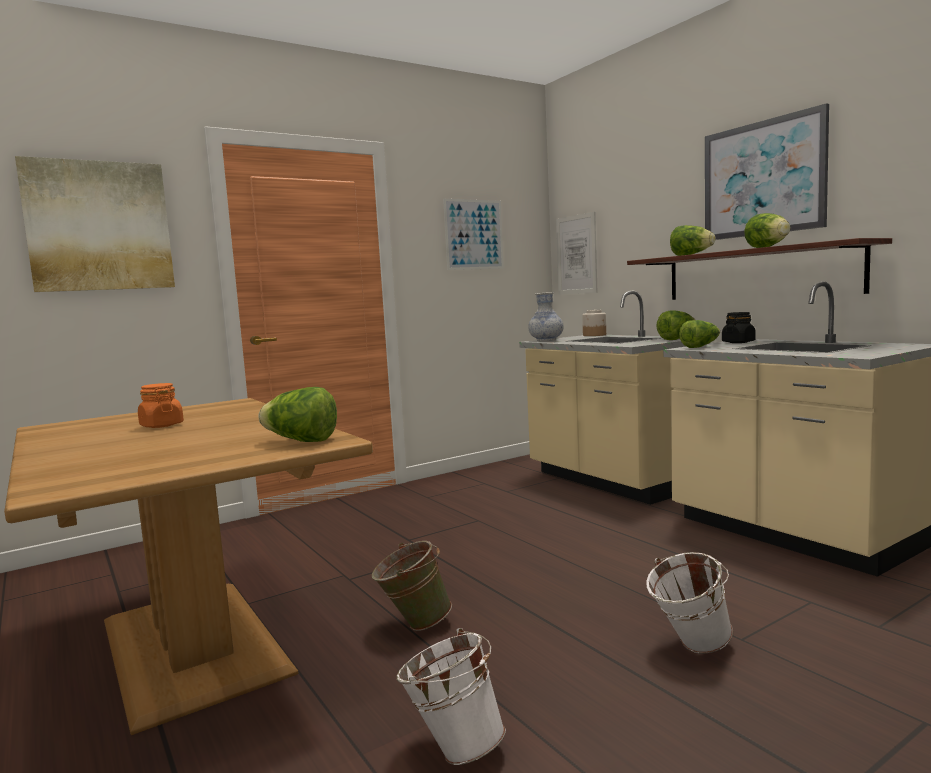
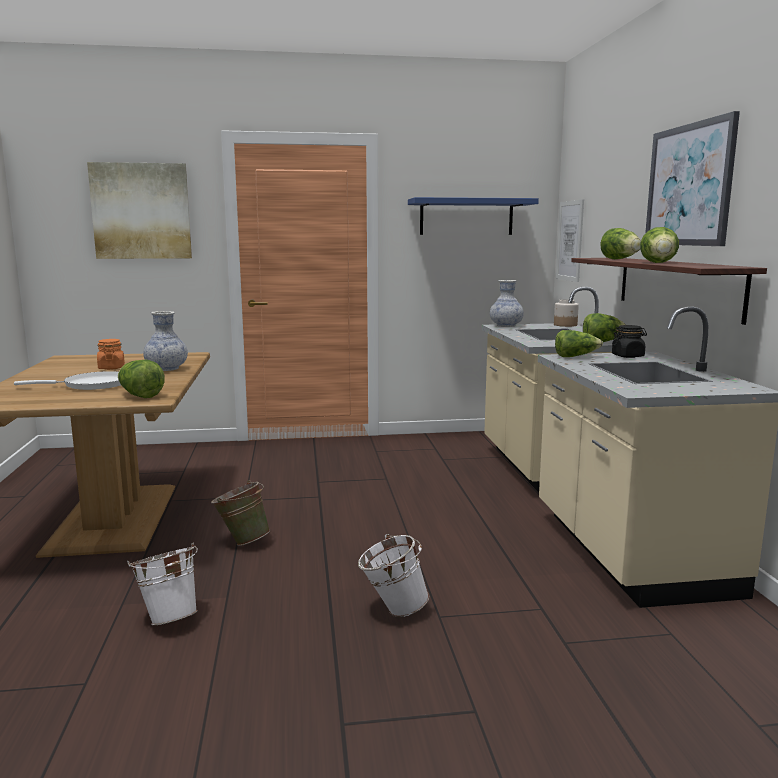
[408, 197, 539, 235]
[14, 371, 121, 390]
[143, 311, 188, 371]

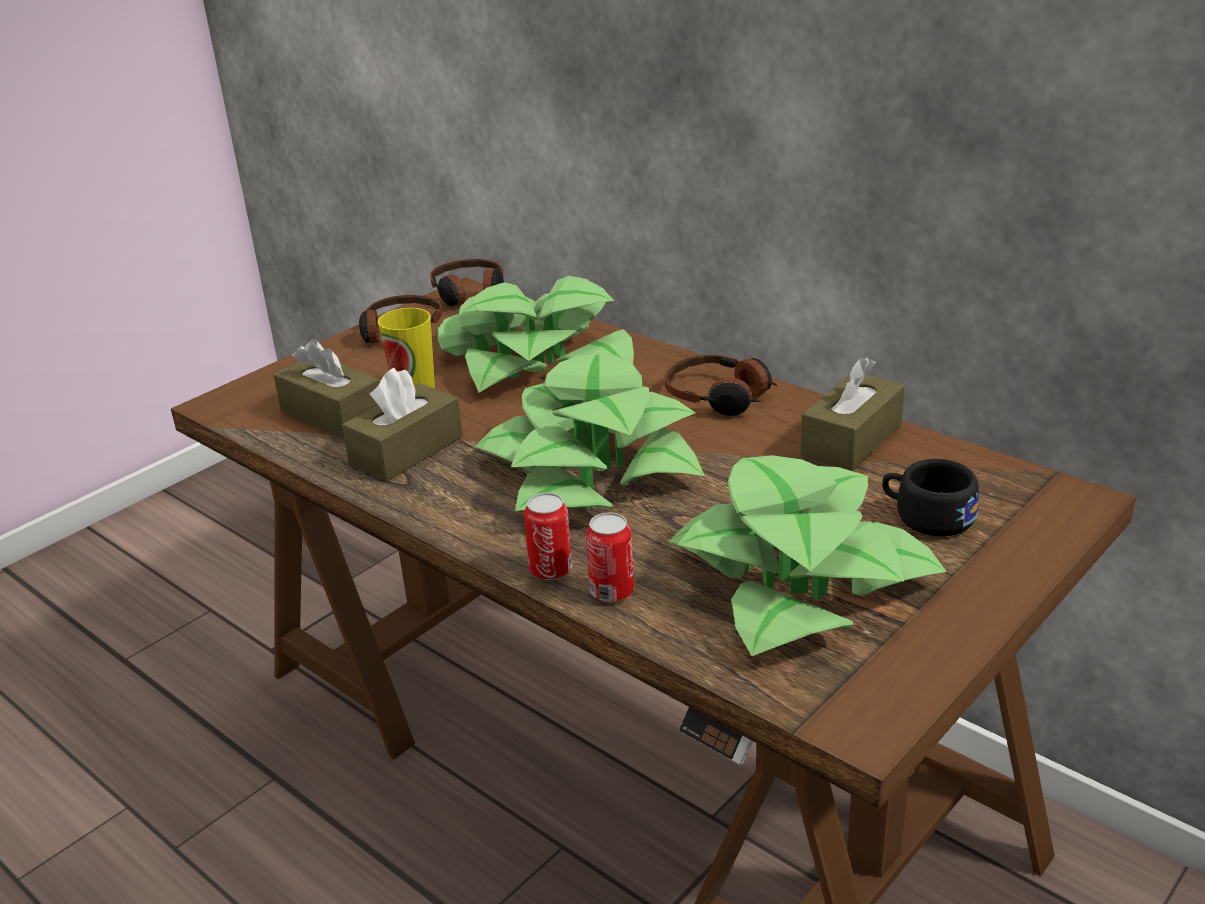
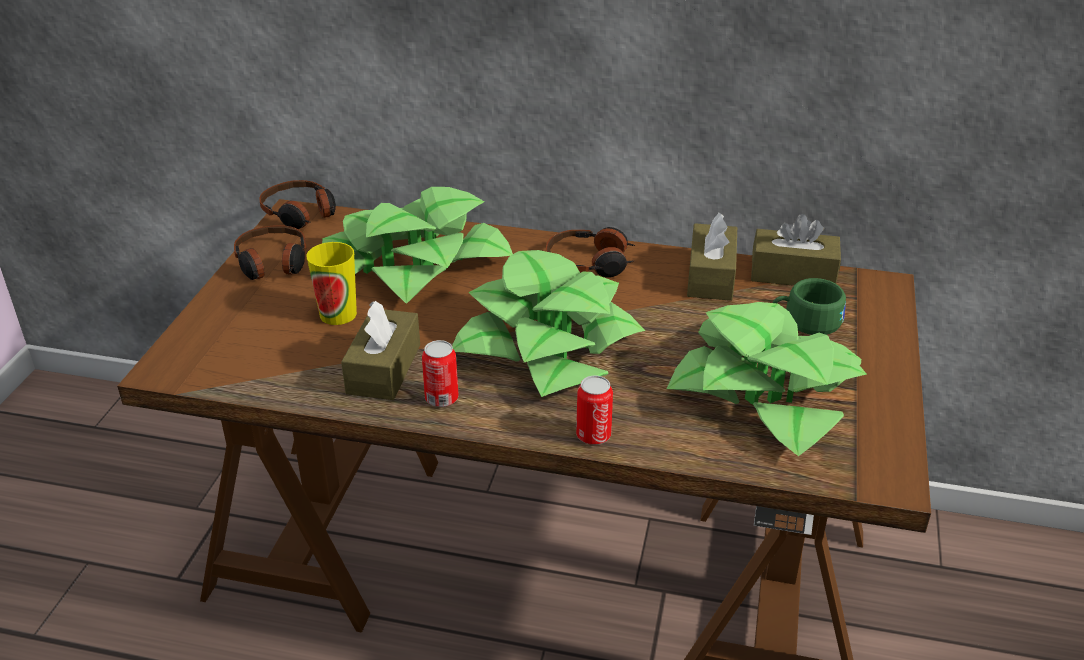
[751, 214, 841, 286]
[422, 340, 459, 407]
[773, 278, 846, 335]

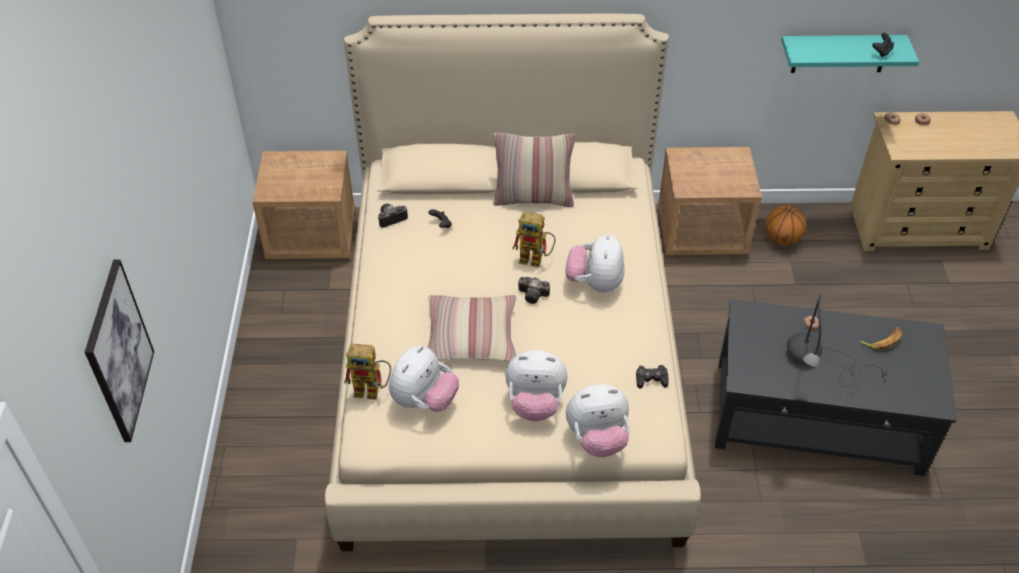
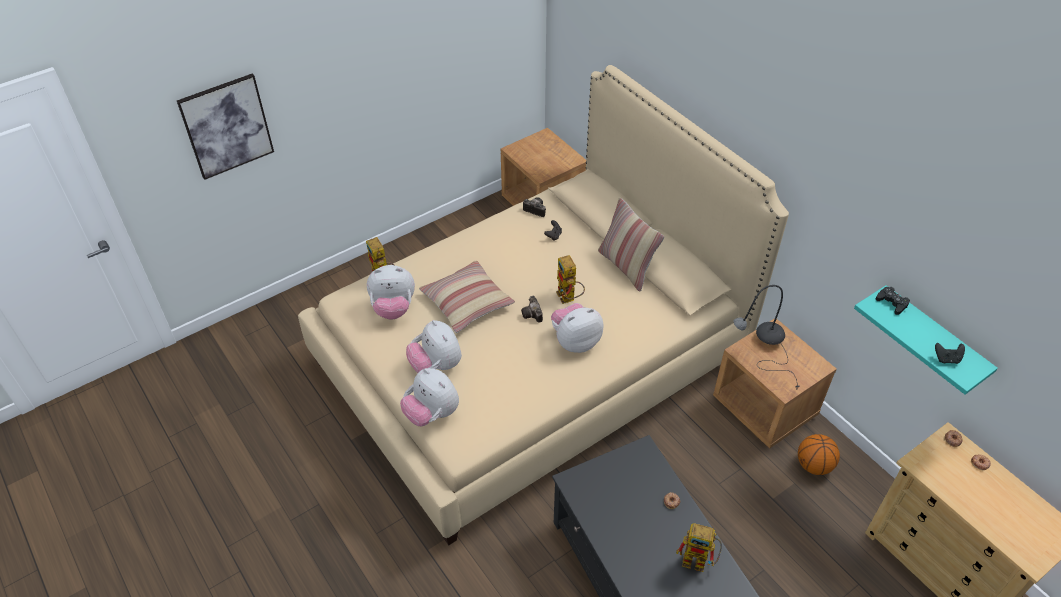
[876, 287, 910, 315]
[734, 285, 800, 390]
[676, 523, 722, 572]

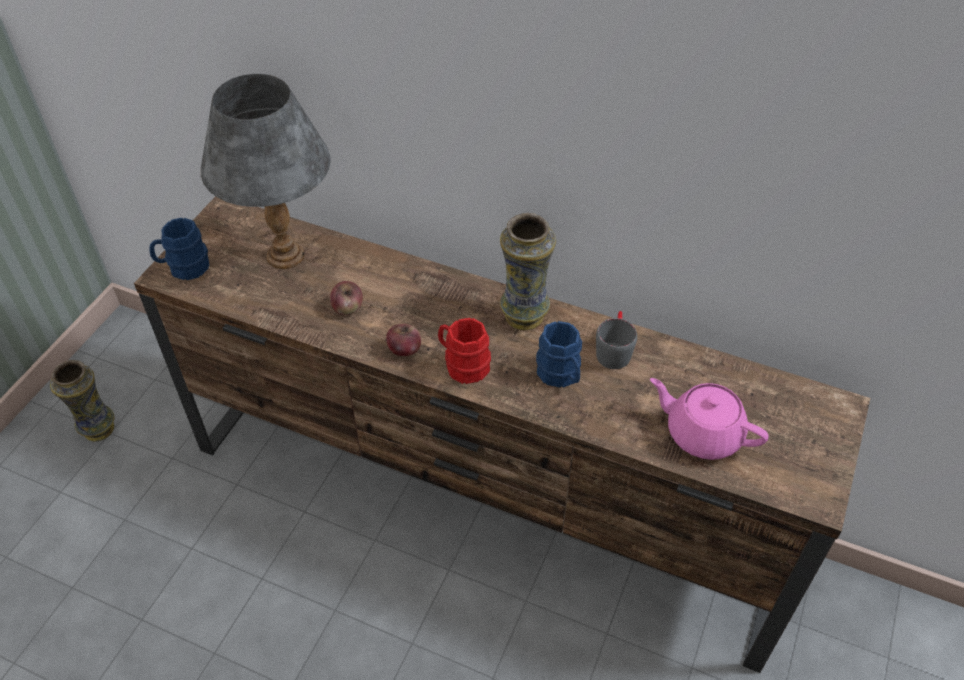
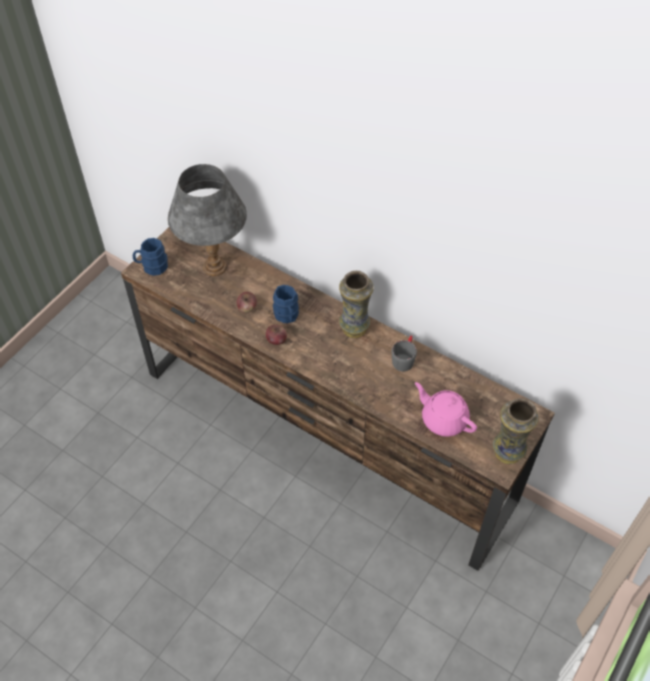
[493, 398, 539, 464]
[438, 318, 491, 384] (first image)
[273, 285, 299, 323]

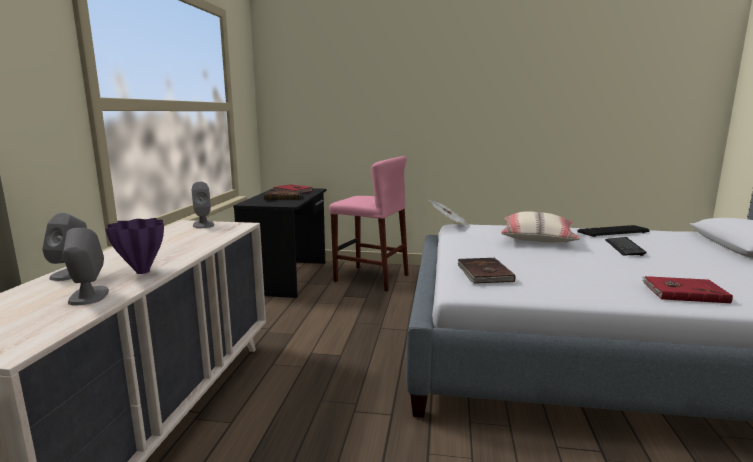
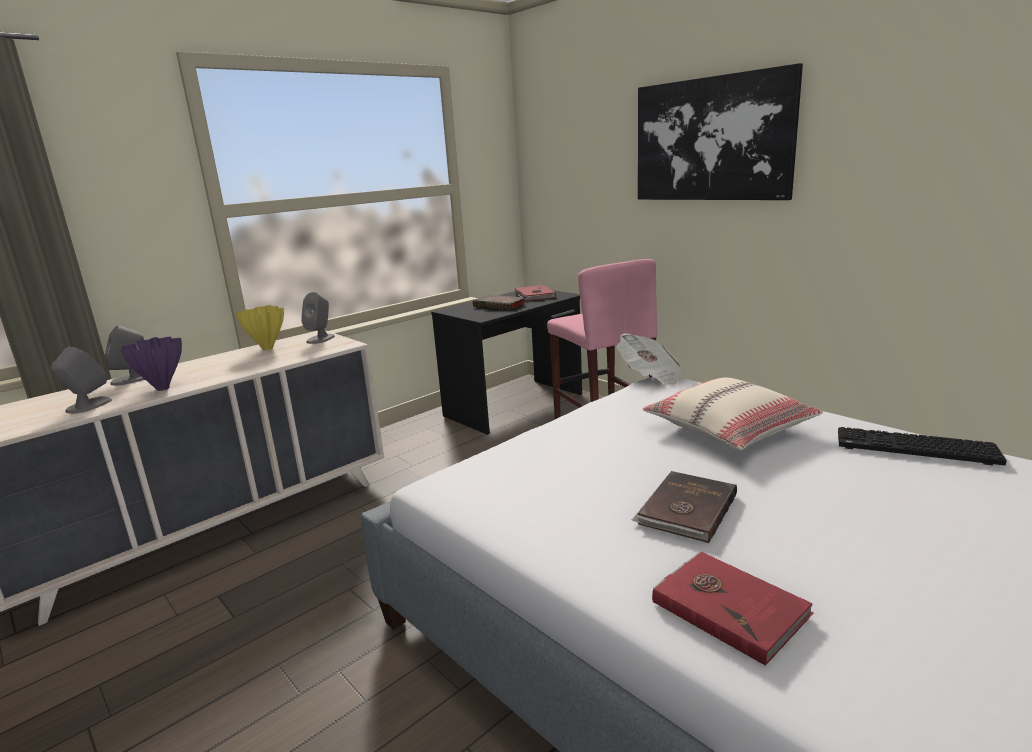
[632, 471, 737, 543]
[605, 237, 647, 256] (first image)
[236, 305, 284, 350]
[638, 63, 803, 200]

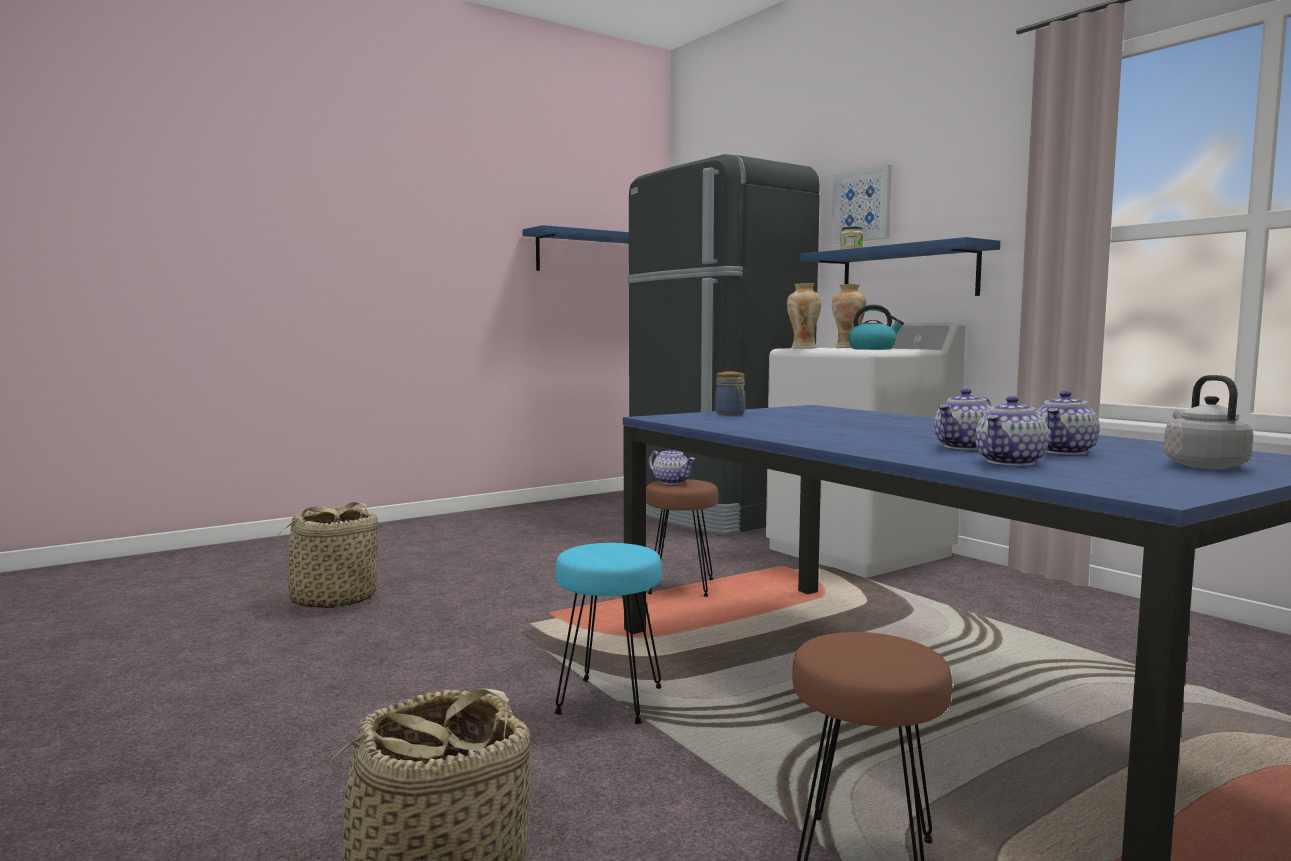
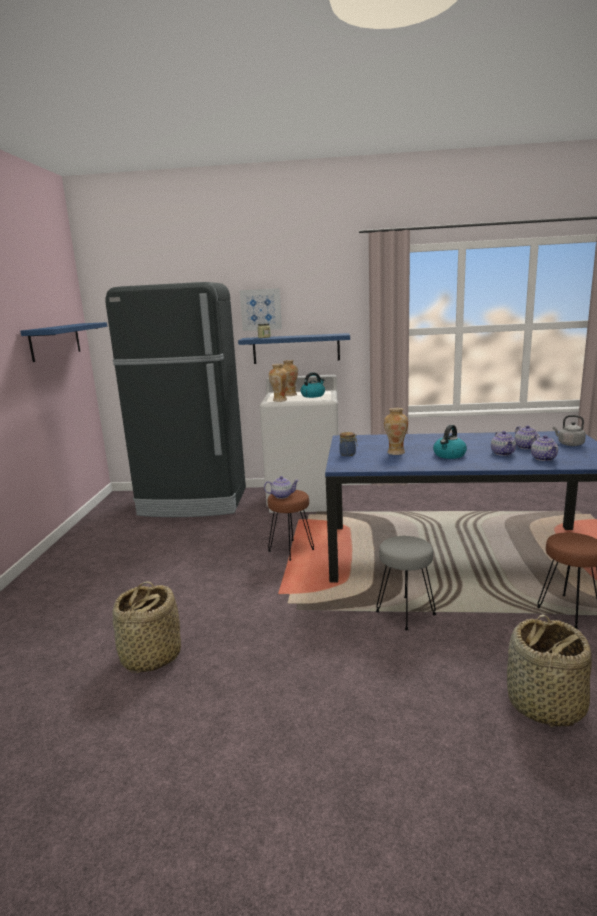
[376, 536, 436, 630]
[384, 408, 408, 455]
[433, 425, 467, 459]

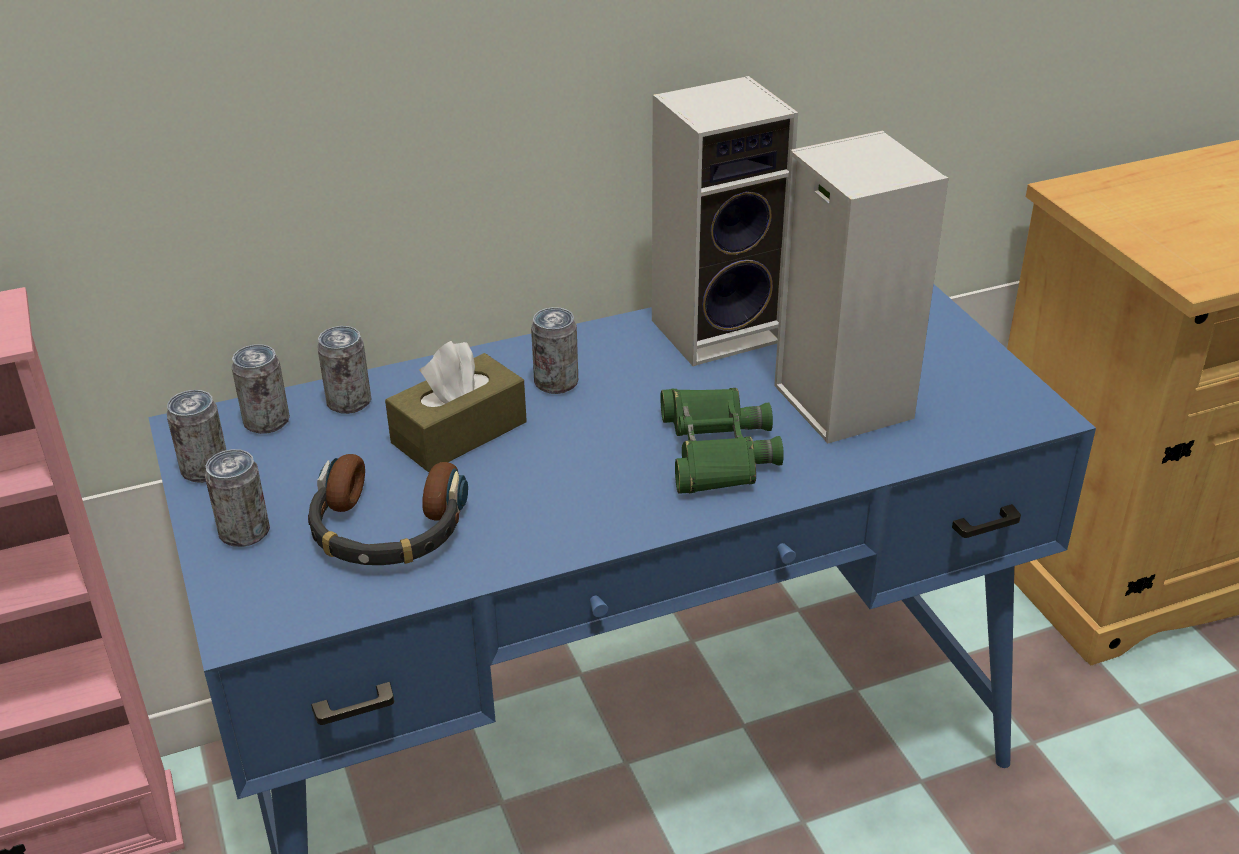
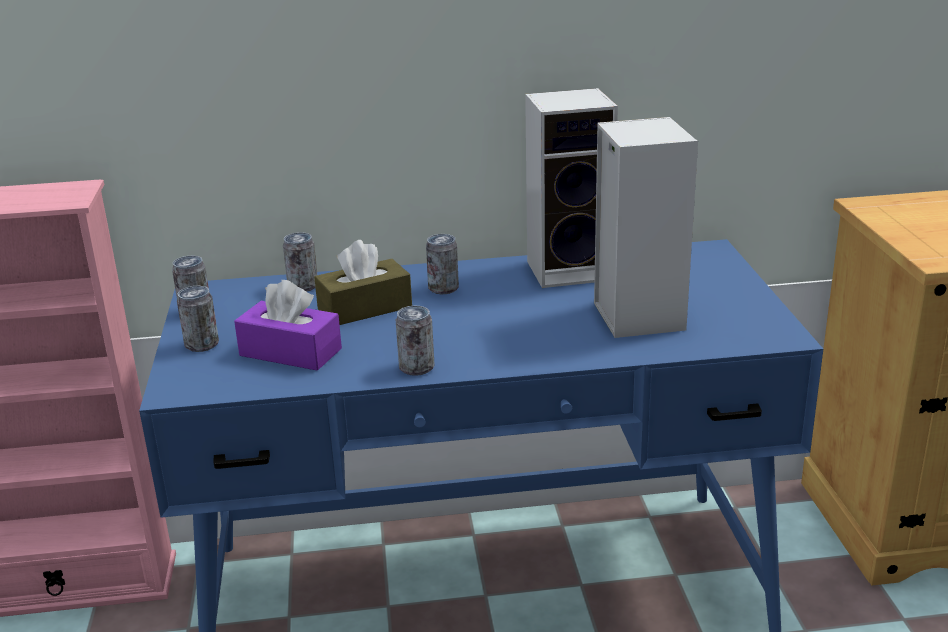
[396, 305, 435, 376]
[234, 280, 342, 371]
[660, 388, 784, 494] (first image)

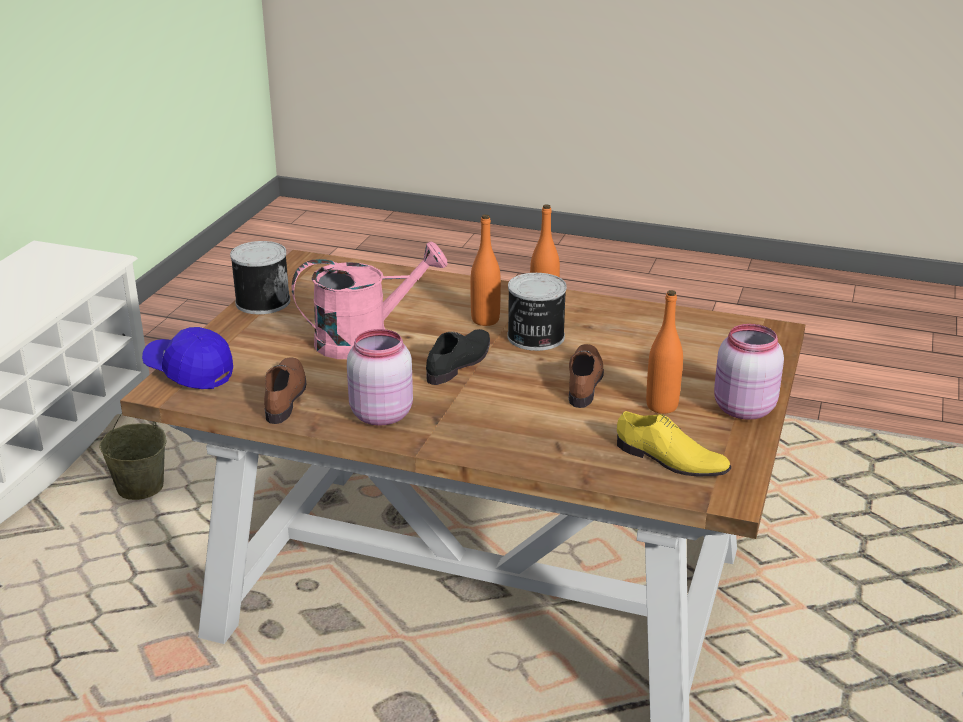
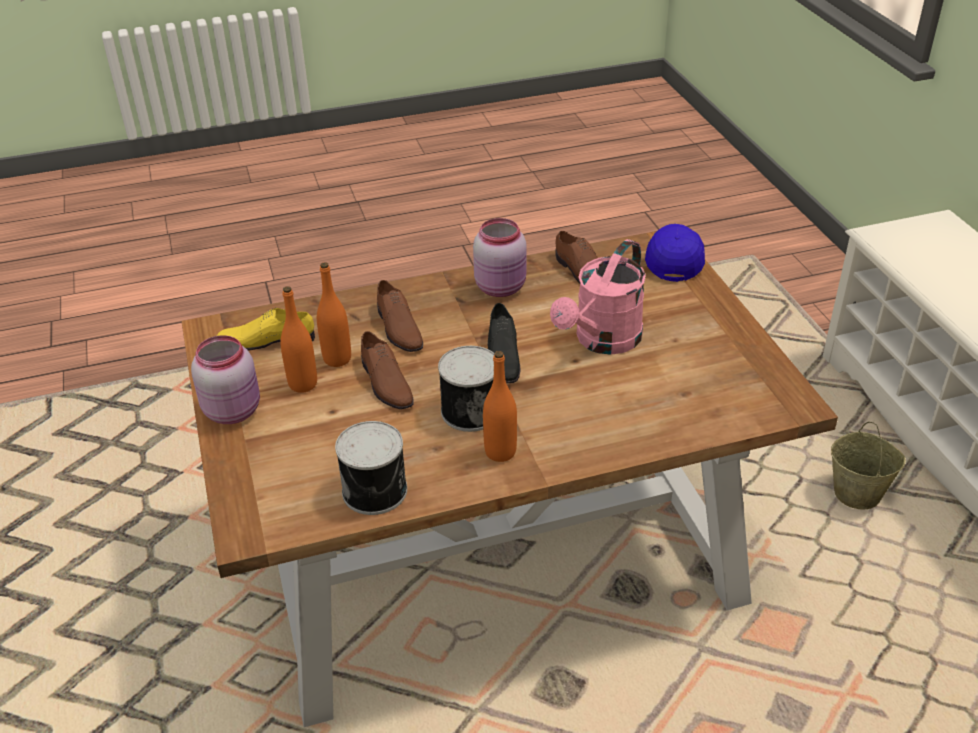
[645, 224, 705, 282]
[335, 421, 407, 515]
[317, 262, 351, 367]
[377, 280, 423, 352]

